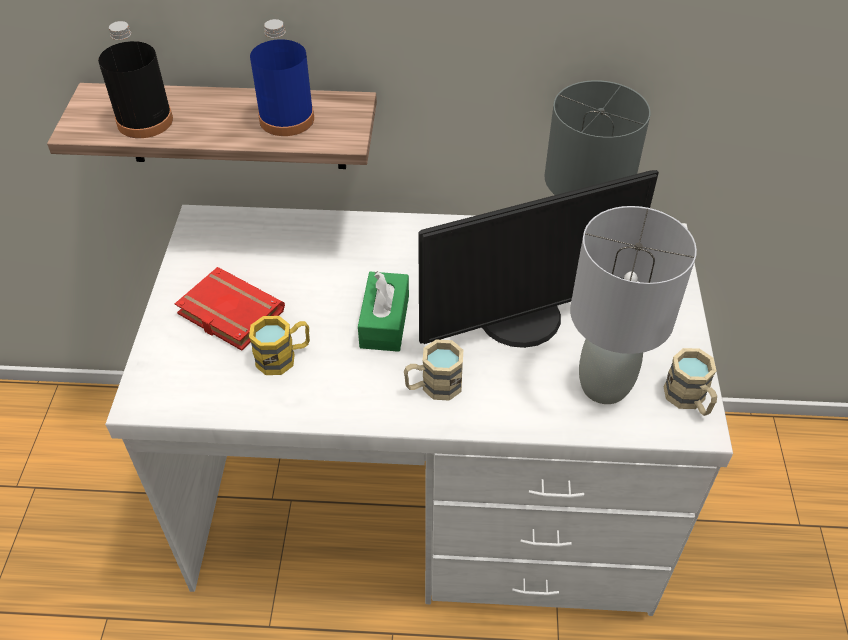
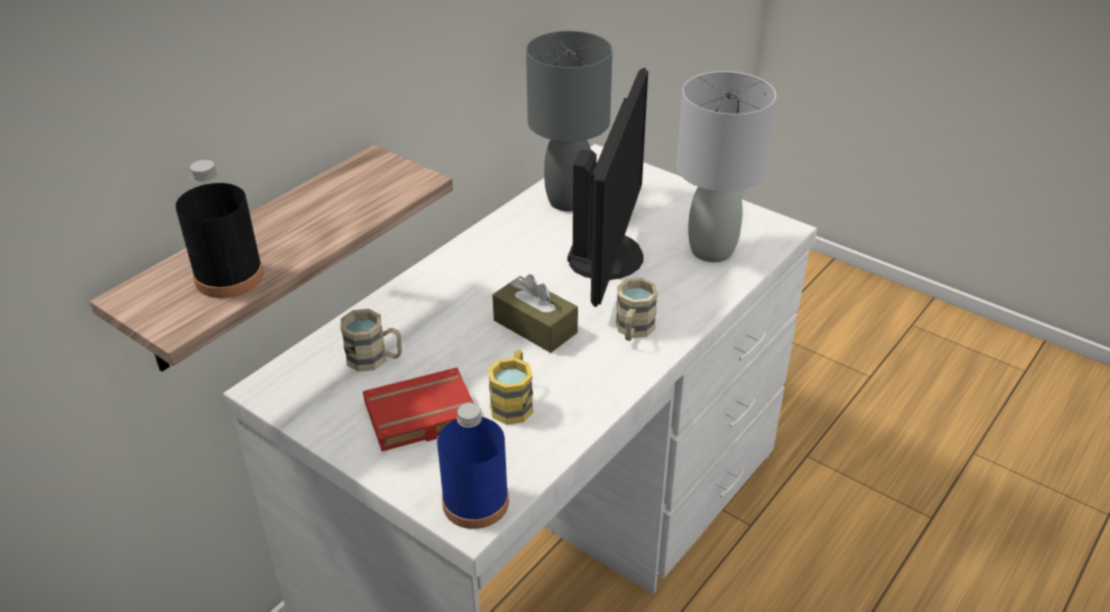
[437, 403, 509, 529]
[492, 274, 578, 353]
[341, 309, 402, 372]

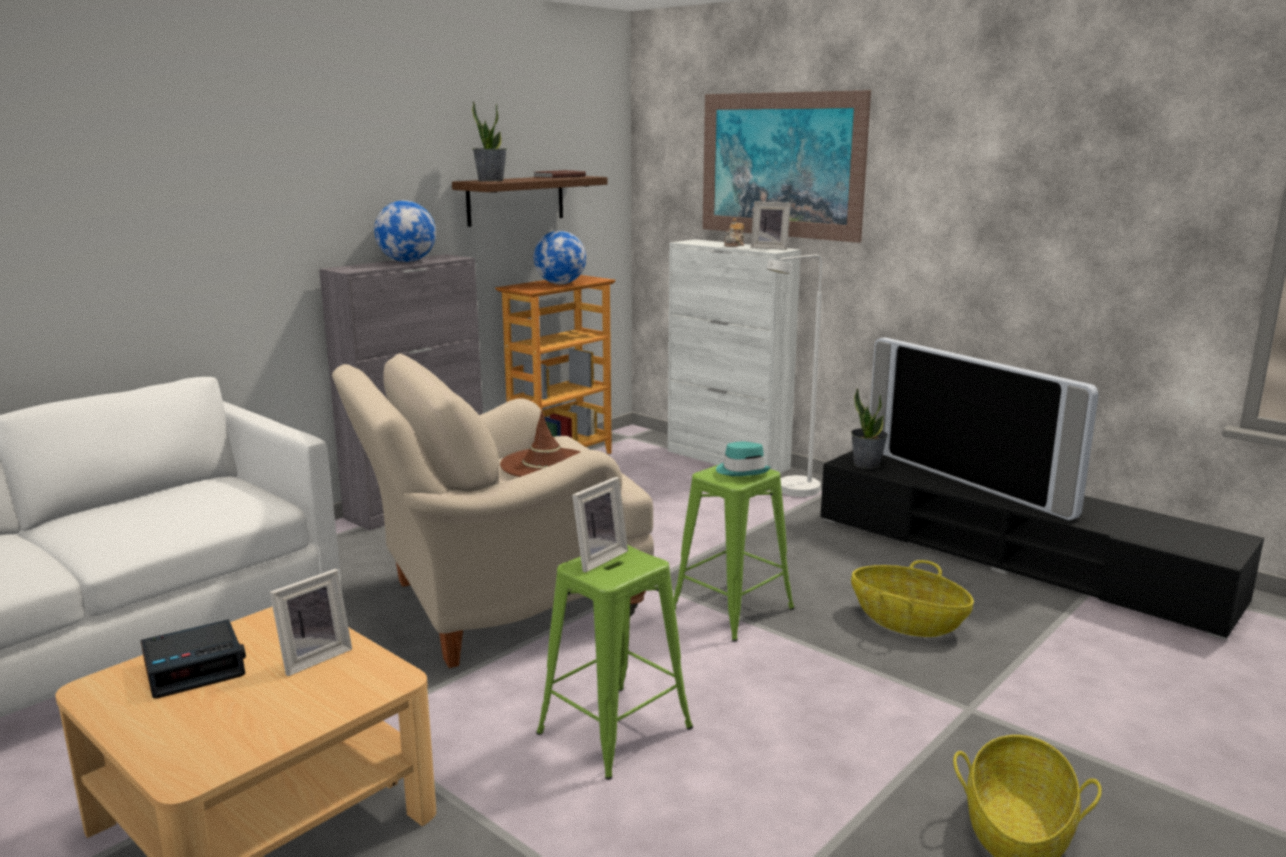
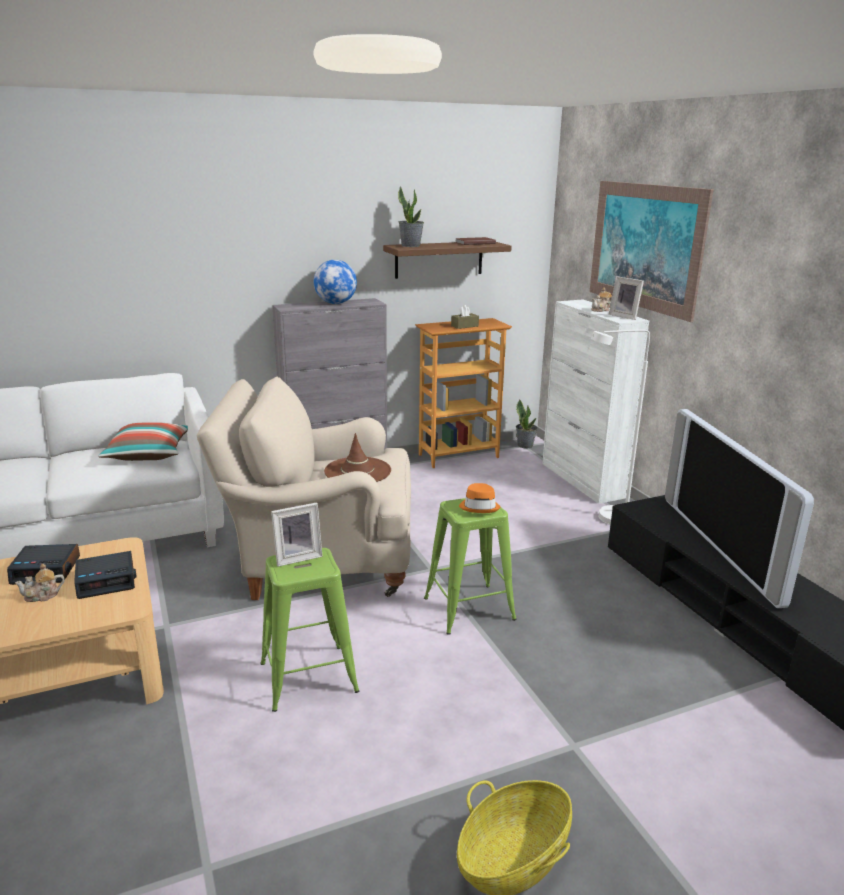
[74, 551, 137, 599]
[451, 305, 479, 329]
[459, 483, 501, 513]
[516, 399, 538, 448]
[851, 560, 974, 637] (first image)
[15, 563, 65, 602]
[98, 422, 188, 461]

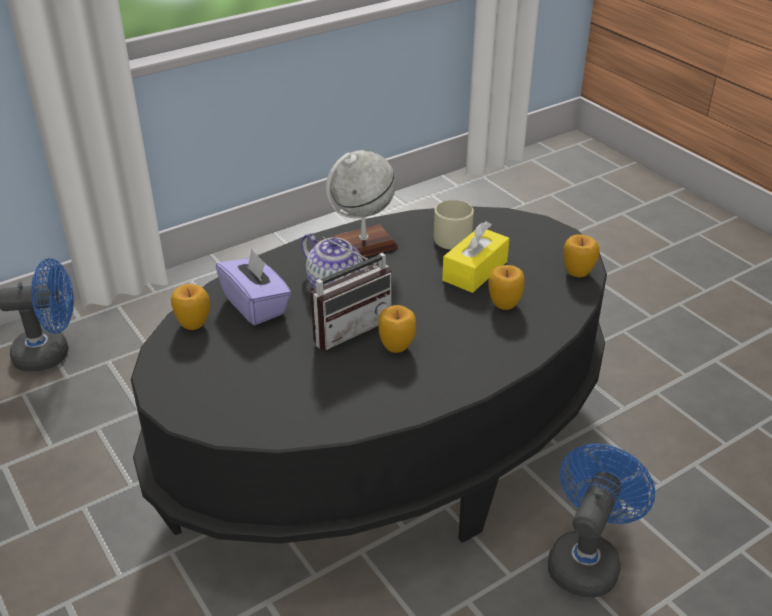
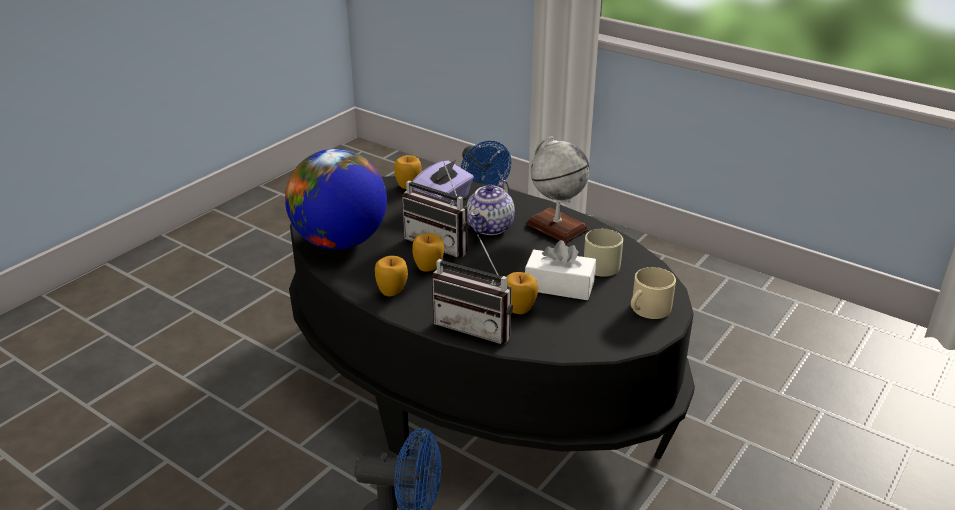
[525, 240, 596, 300]
[375, 256, 408, 296]
[285, 149, 387, 250]
[432, 234, 513, 344]
[631, 267, 676, 319]

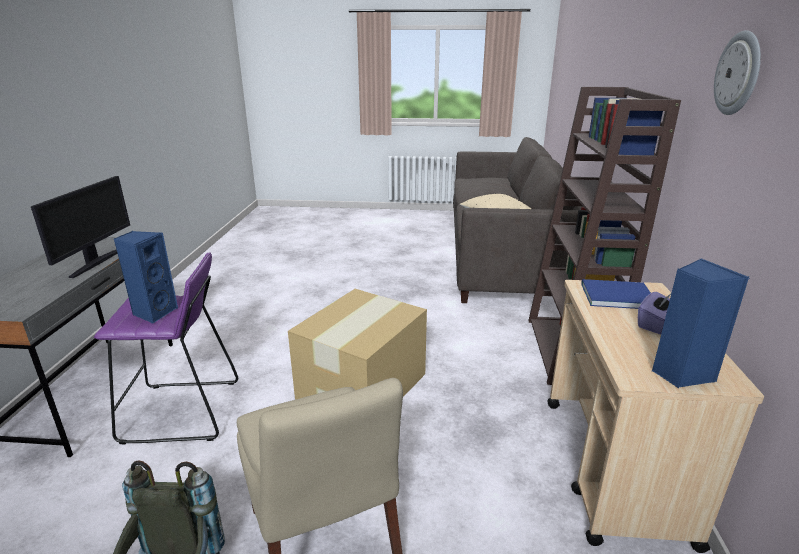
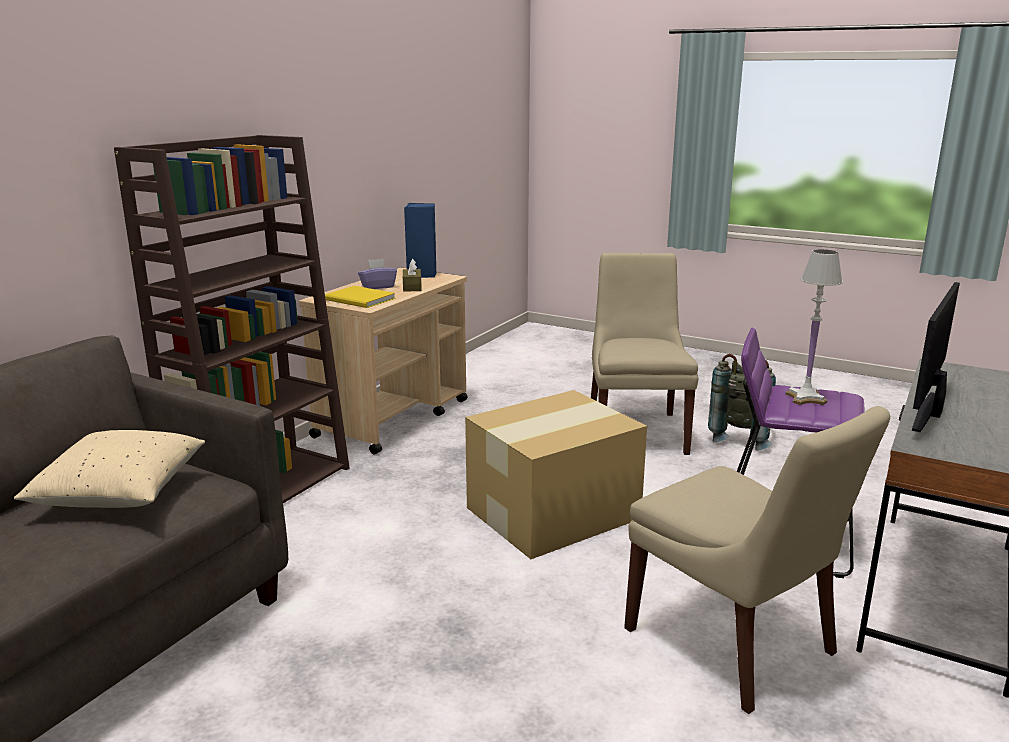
[785, 249, 843, 405]
[325, 286, 396, 308]
[714, 30, 761, 115] (first image)
[403, 259, 422, 292]
[624, 406, 890, 714]

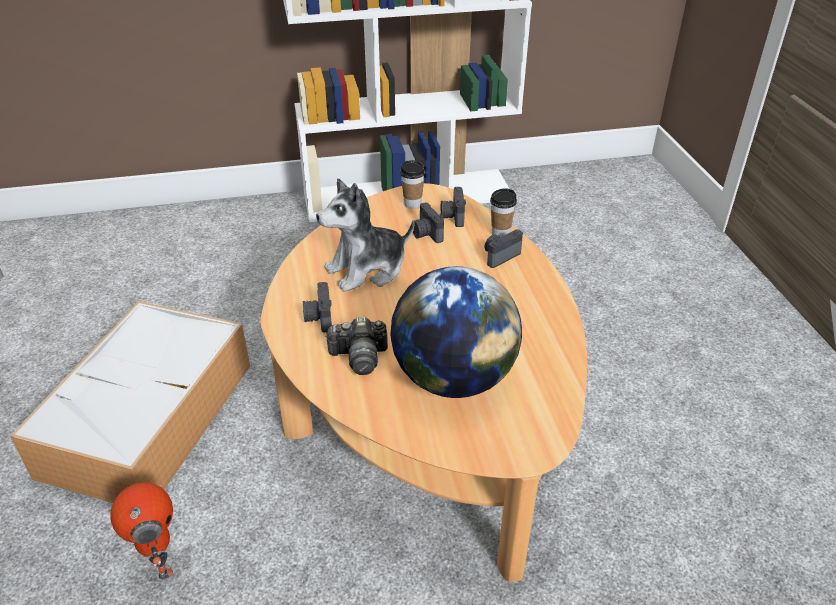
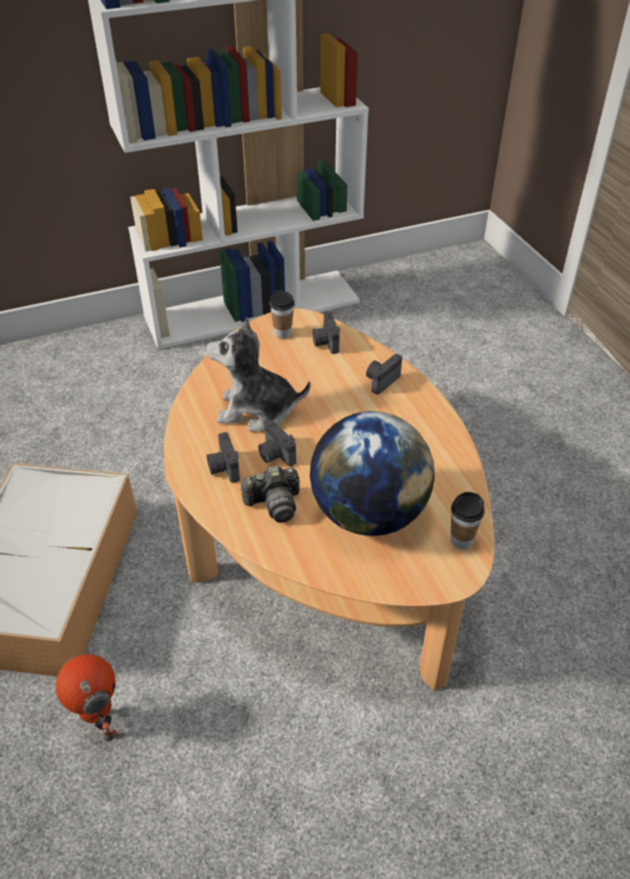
[206, 317, 311, 432]
[258, 420, 296, 466]
[450, 492, 485, 549]

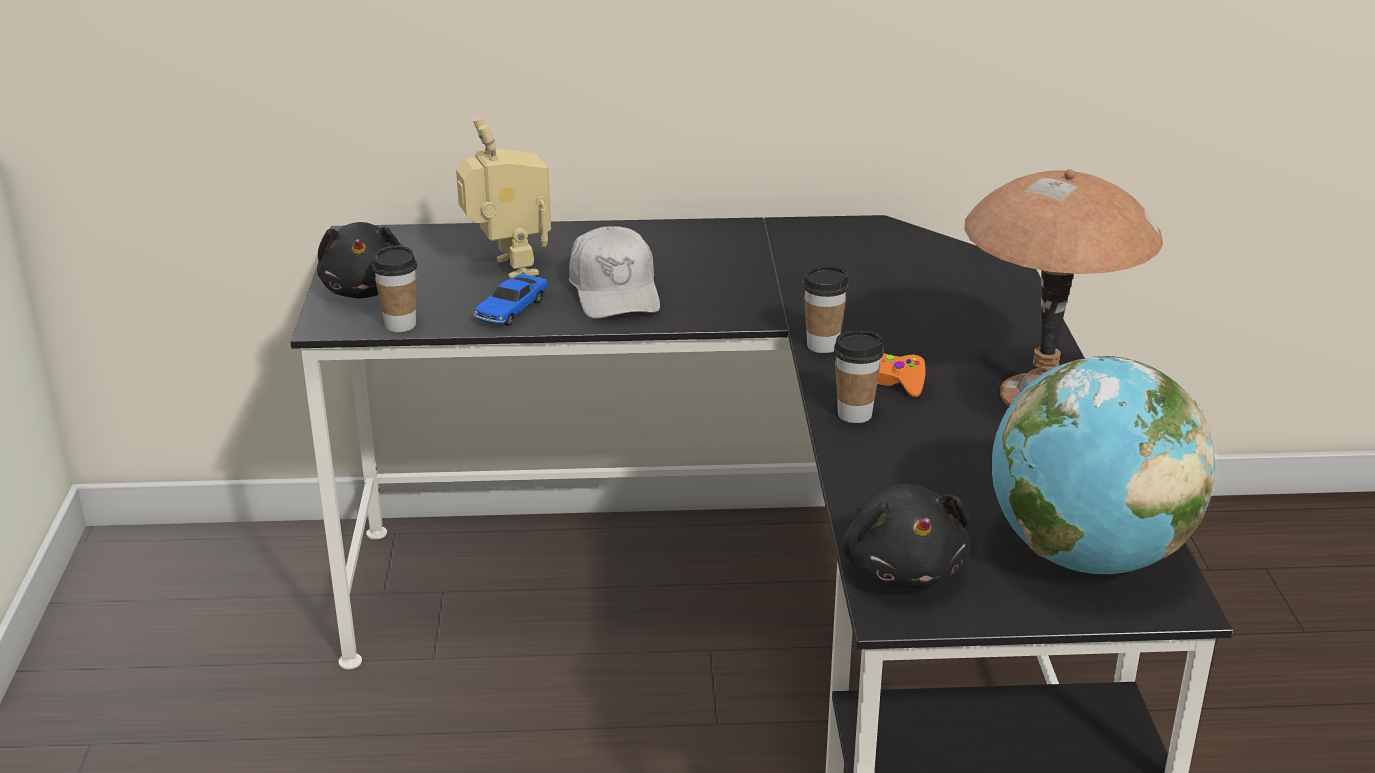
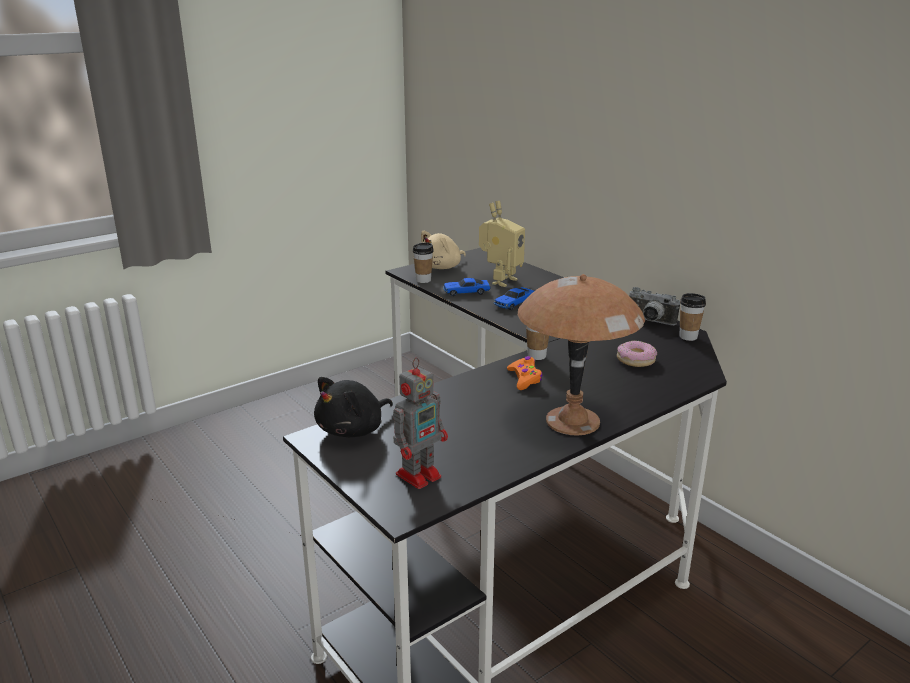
[421, 231, 466, 269]
[494, 287, 534, 310]
[679, 293, 706, 341]
[393, 358, 448, 489]
[617, 341, 657, 367]
[629, 287, 680, 325]

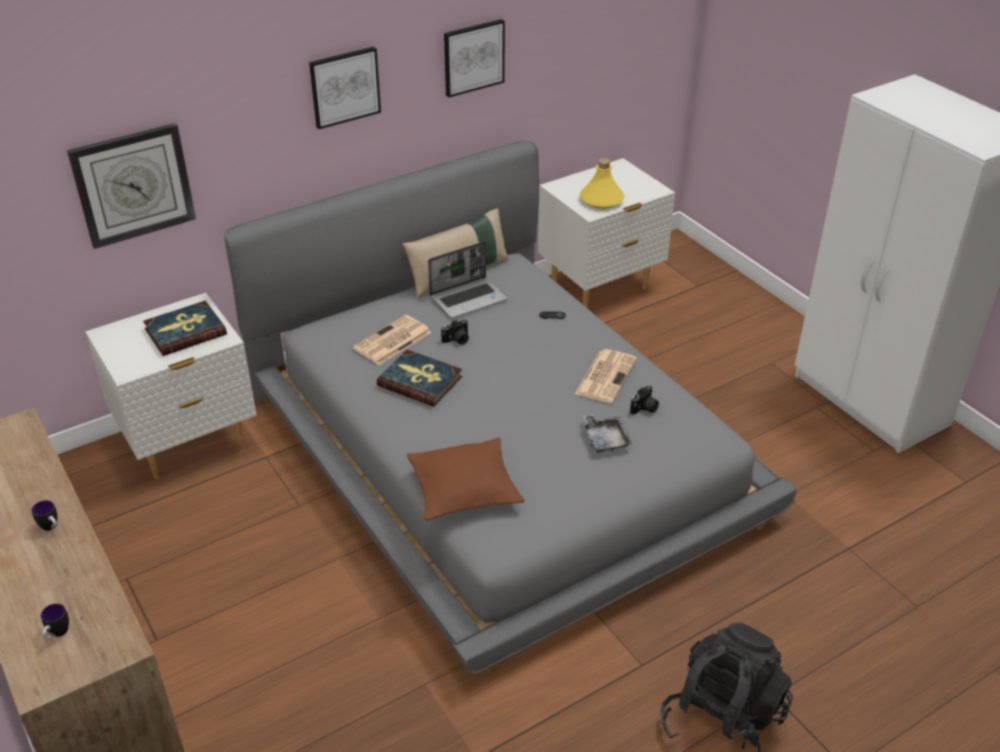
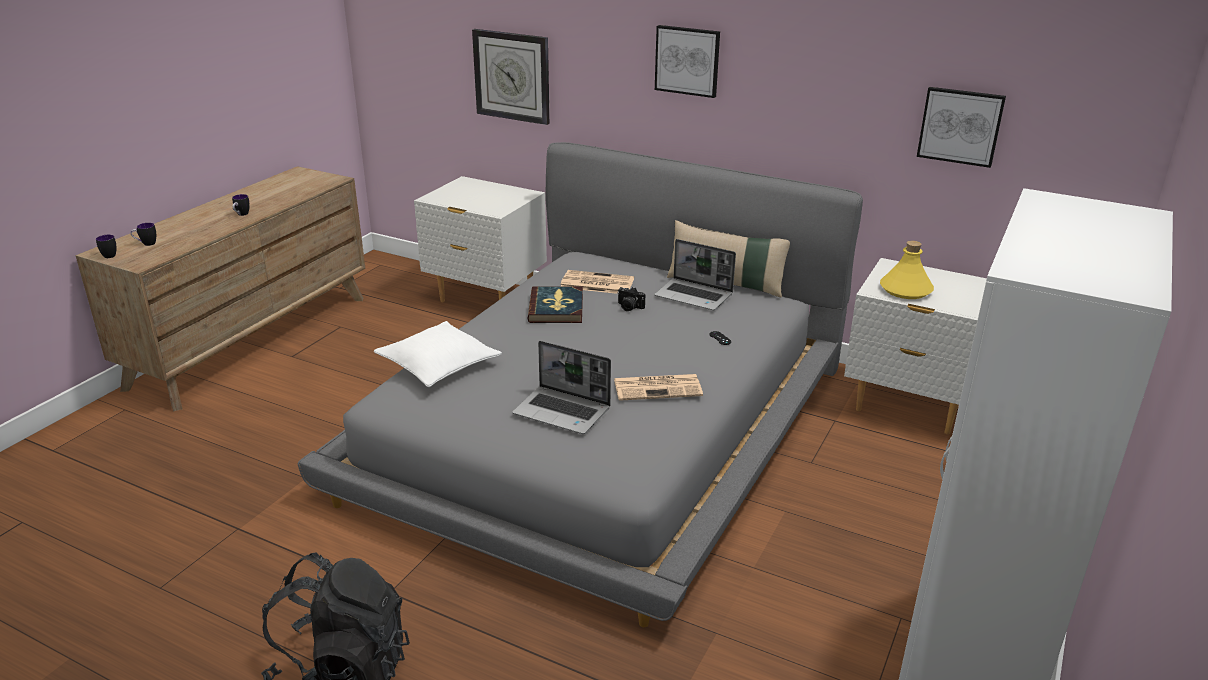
[143, 301, 227, 356] (first image)
[374, 321, 502, 387]
[917, 87, 1006, 168]
[512, 341, 611, 434]
[630, 385, 659, 415] (first image)
[96, 235, 116, 258]

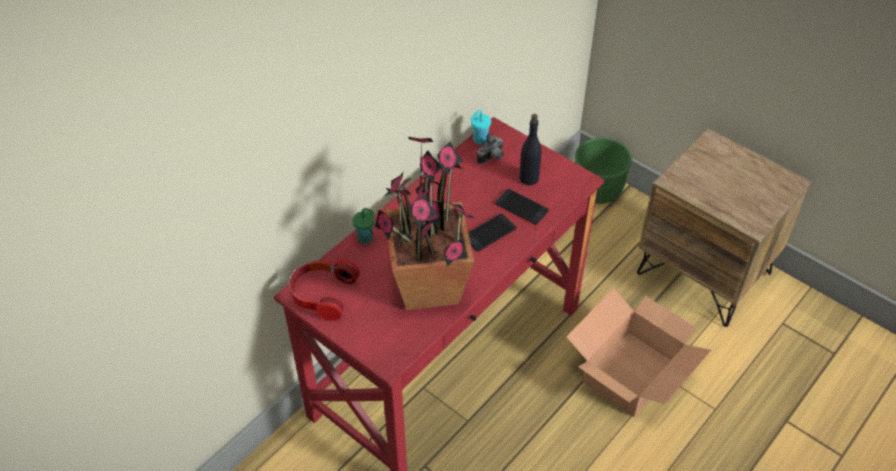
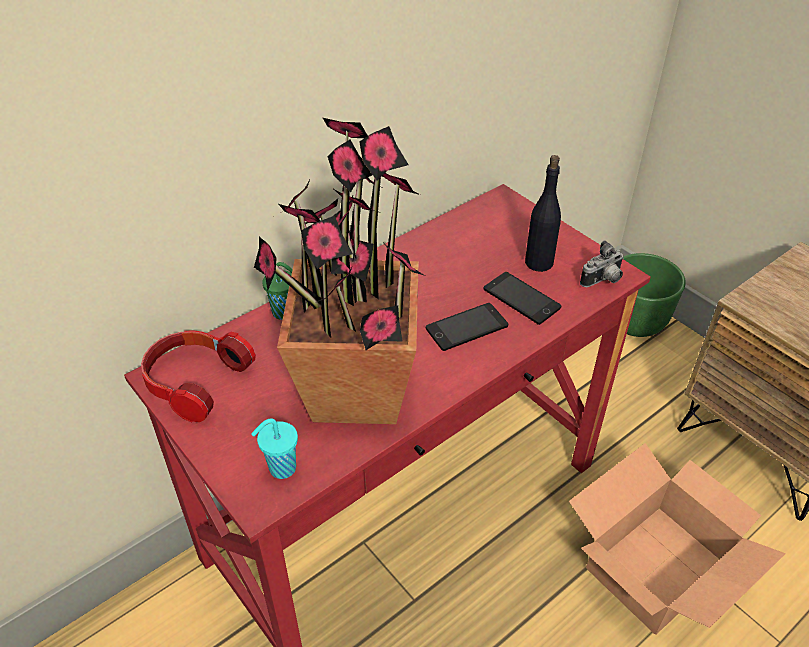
[251, 418, 298, 479]
[580, 240, 624, 287]

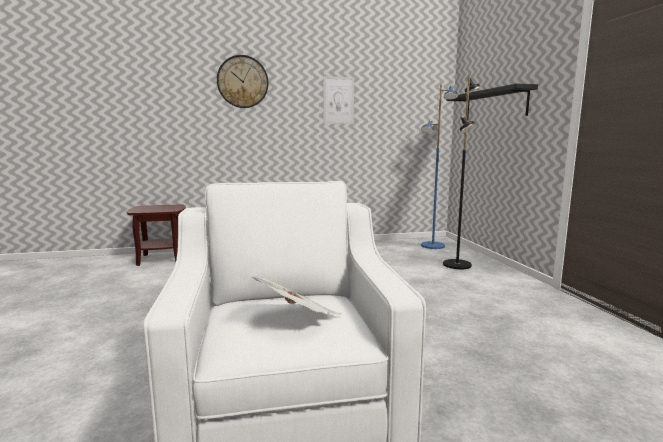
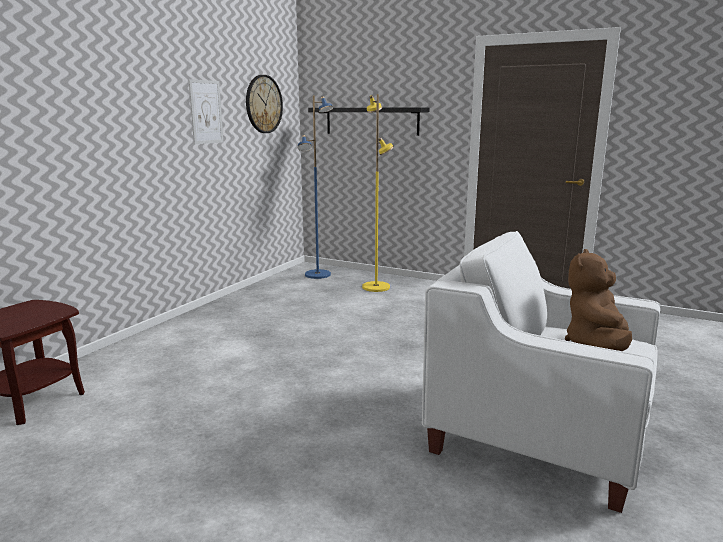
[246, 75, 283, 133]
[565, 249, 632, 351]
[362, 94, 394, 292]

